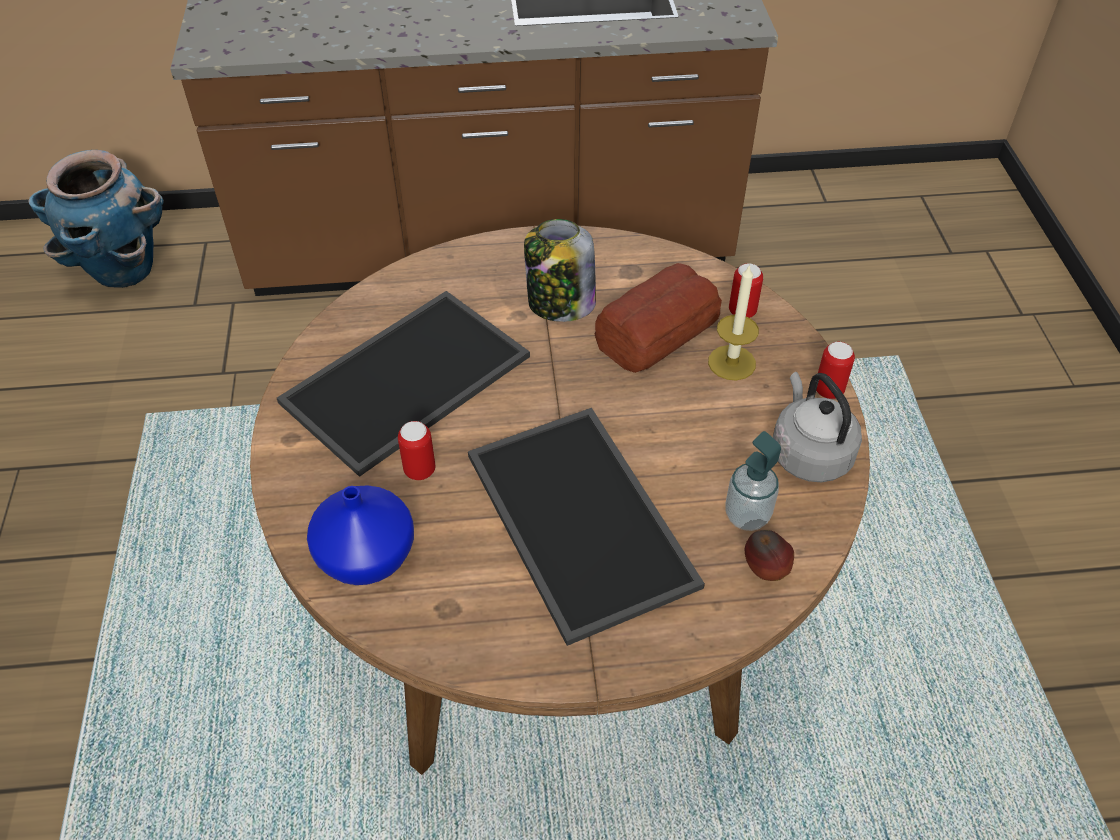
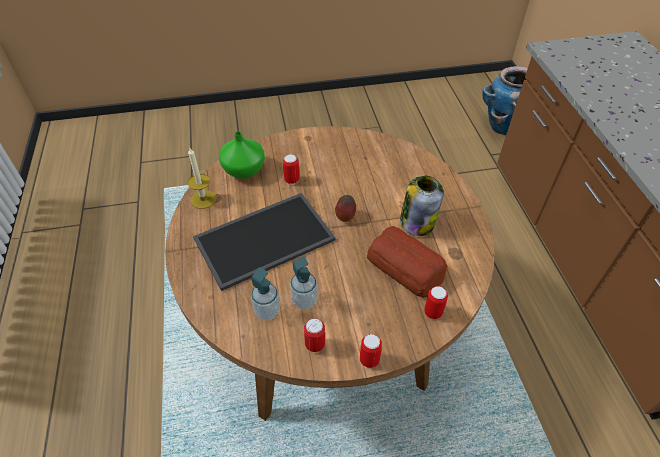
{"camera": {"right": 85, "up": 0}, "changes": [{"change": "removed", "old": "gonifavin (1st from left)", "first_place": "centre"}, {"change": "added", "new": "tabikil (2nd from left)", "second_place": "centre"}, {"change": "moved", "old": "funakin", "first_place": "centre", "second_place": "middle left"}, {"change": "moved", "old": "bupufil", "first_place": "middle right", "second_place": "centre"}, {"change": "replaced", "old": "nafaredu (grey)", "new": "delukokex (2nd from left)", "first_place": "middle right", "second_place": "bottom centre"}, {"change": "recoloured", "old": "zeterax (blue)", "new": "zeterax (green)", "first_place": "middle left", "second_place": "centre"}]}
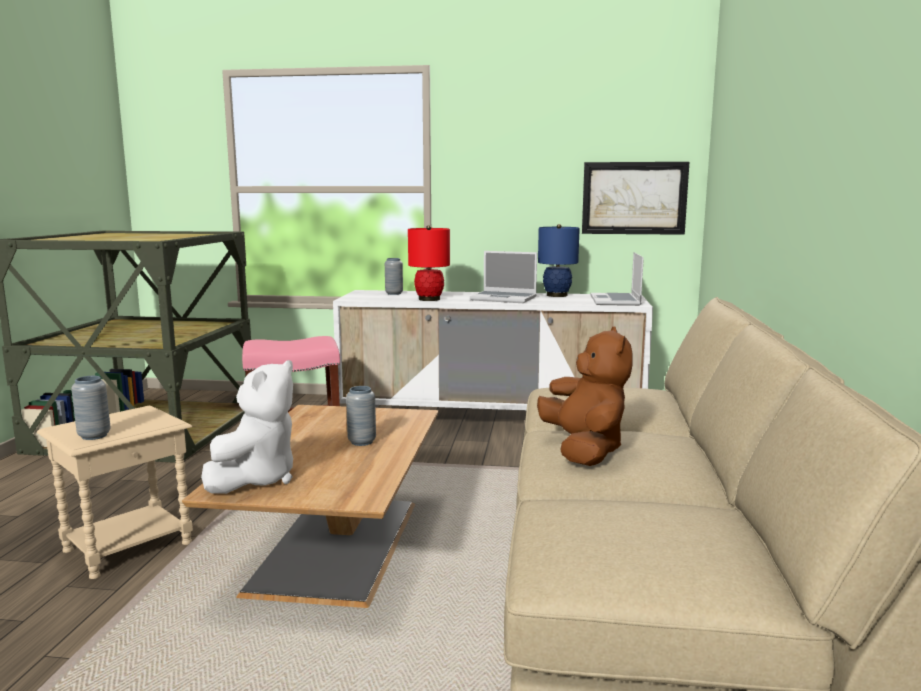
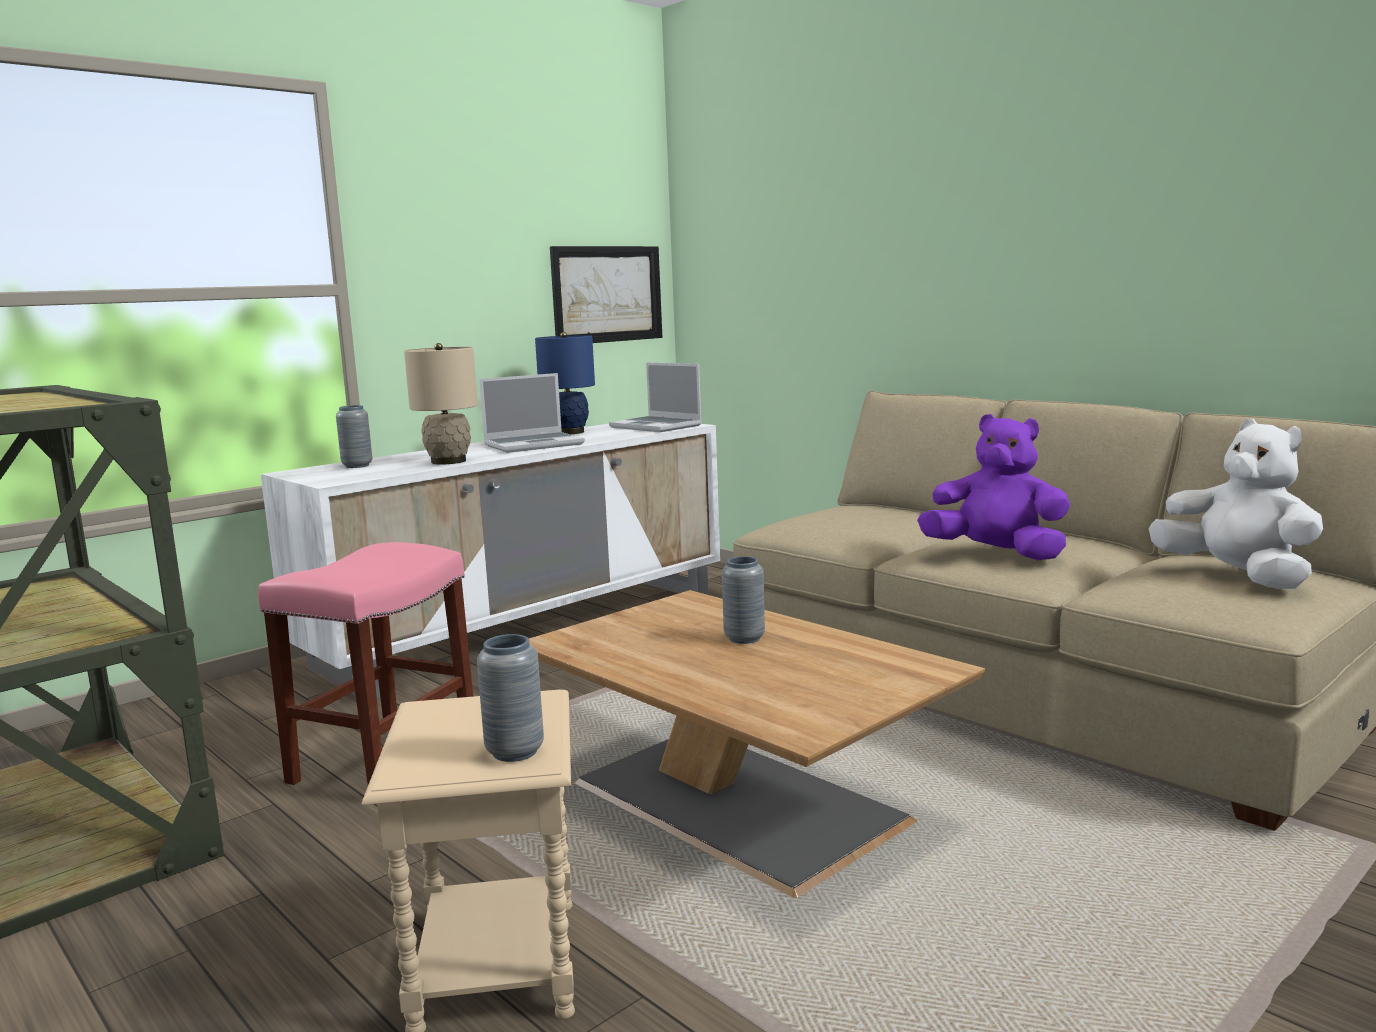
{"camera": {"right": -50, "up": 0}, "changes": [{"change": "moved", "old": "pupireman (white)", "first_place": "middle left", "second_place": "middle right"}, {"change": "recoloured", "old": "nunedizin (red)", "new": "nunedizin (beige)", "first_place": "centre", "second_place": "middle left"}, {"change": "recoloured", "old": "pupireman (brown)", "new": "pupireman (purple)", "first_place": "centre", "second_place": "middle right"}]}
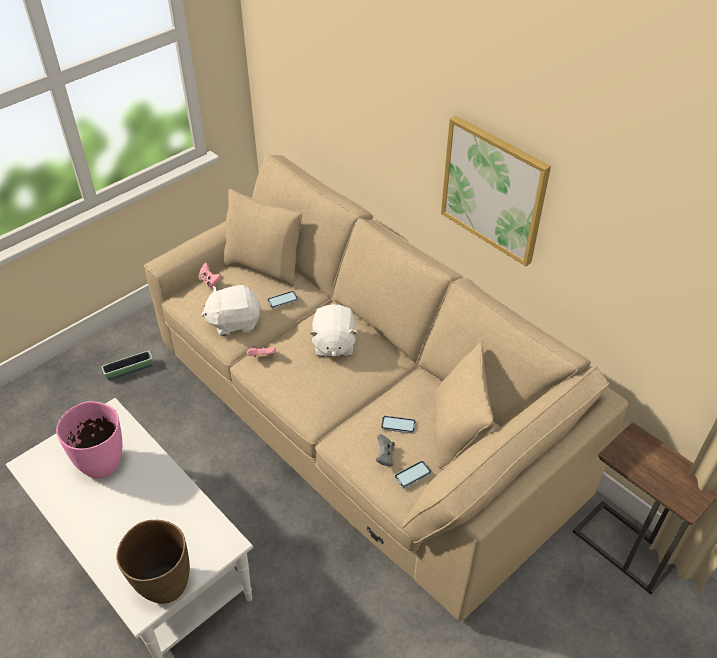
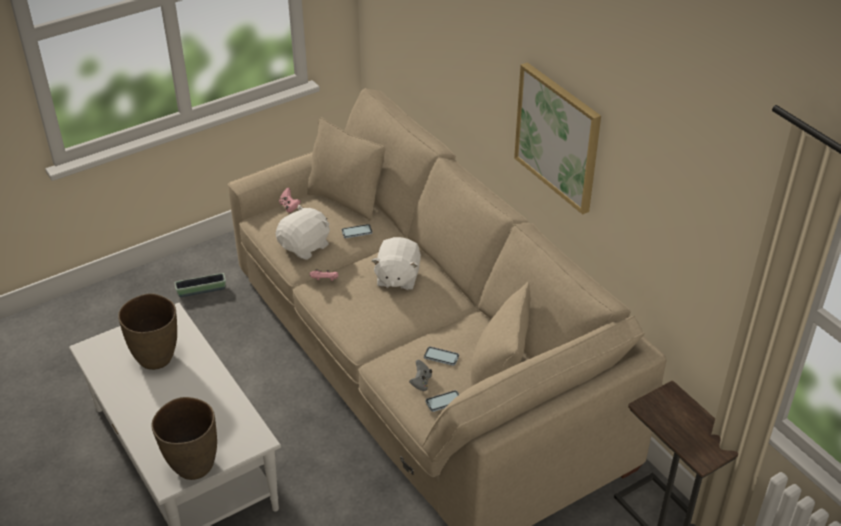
{"camera": {"right": 10, "up": -5}, "changes": [{"change": "recoloured", "old": "zeterax (pink)", "new": "zeterax (brown) (1st from left)", "first_place": "bottom left", "second_place": "middle left"}, {"change": "turned", "old": "pupireman (white) (1st from left)", "first_place": "middle left", "second_place": "centre", "degrees": 135}]}
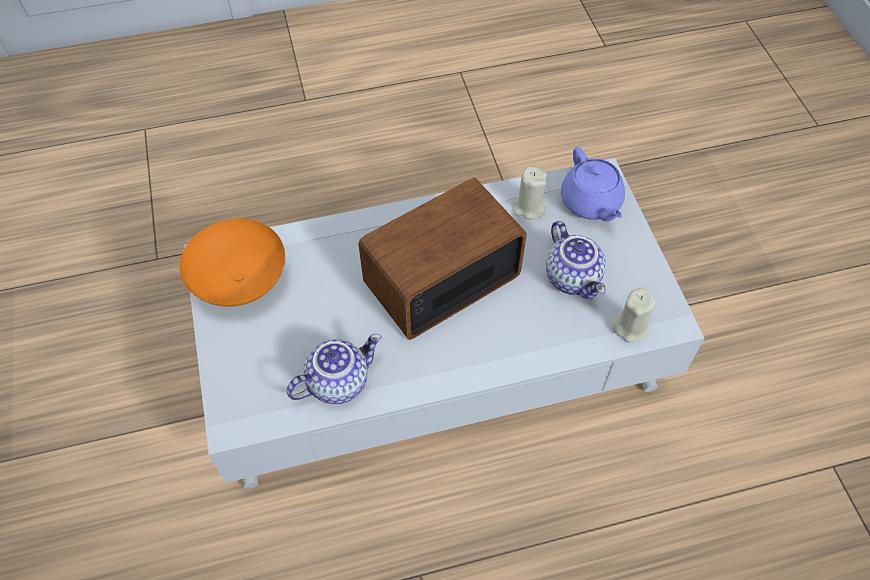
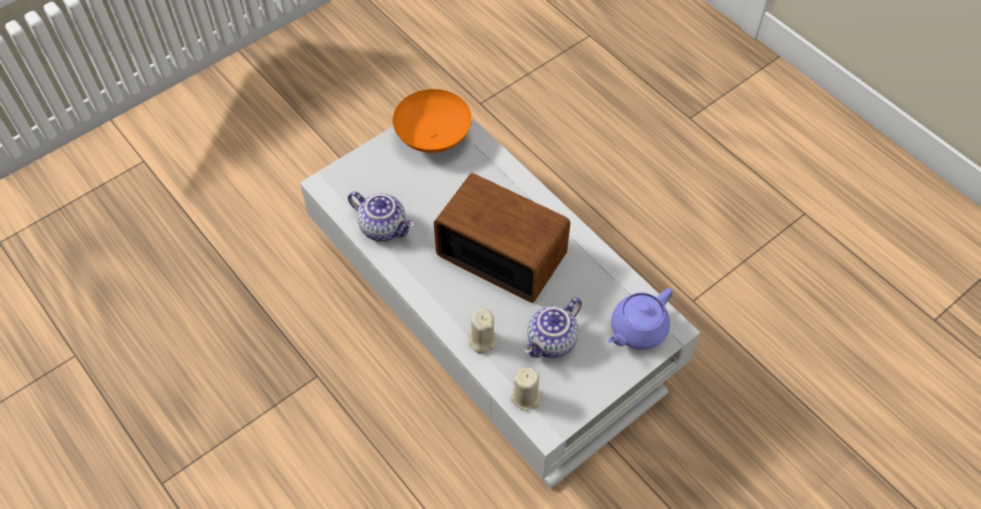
{"camera": {"right": 65, "up": 0}, "changes": [{"change": "moved", "old": "funakin (beige) (1st from left)", "first_place": "top centre", "second_place": "centre"}]}
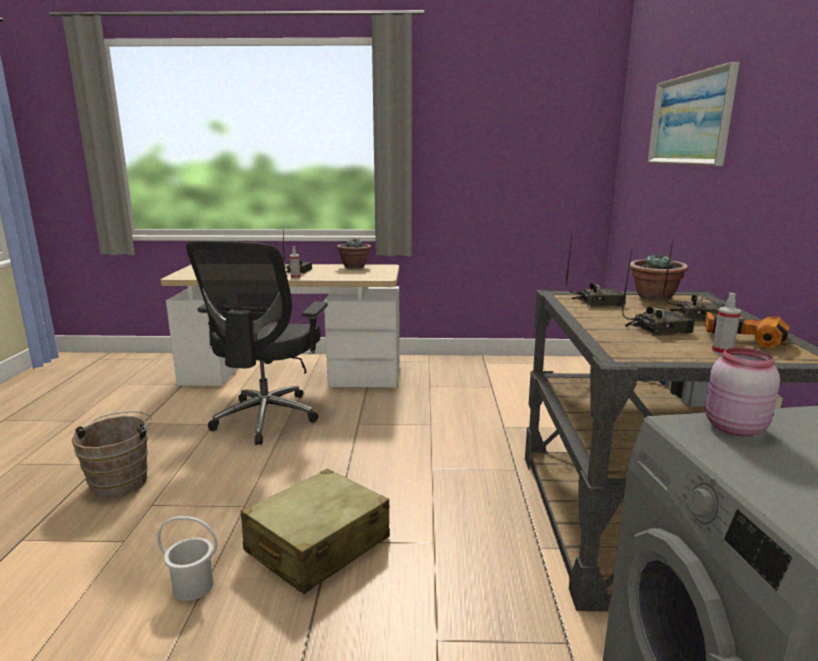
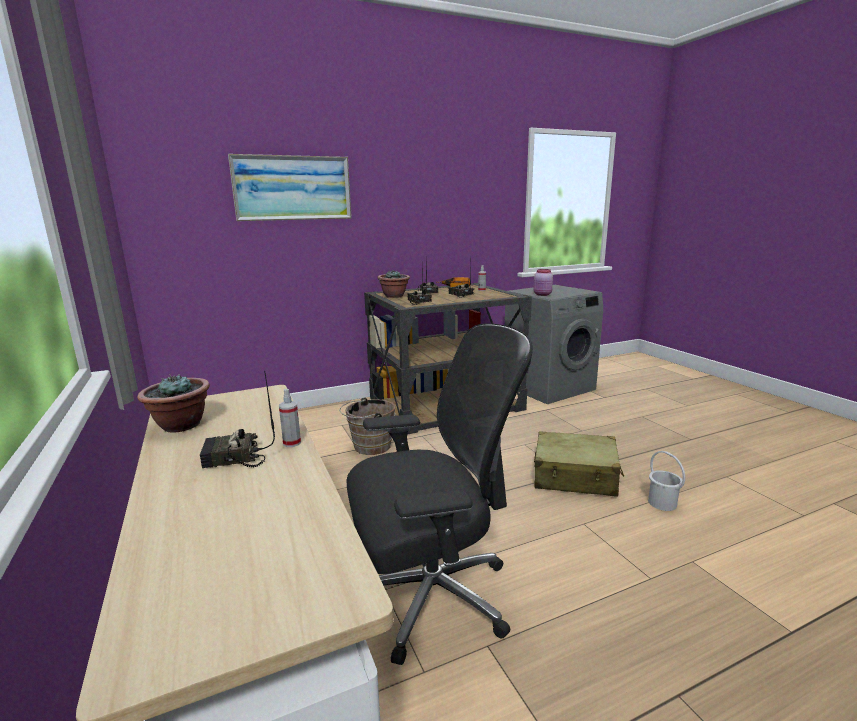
{"camera": {"right": -115, "up": 0}, "changes": [{"change": "moved", "old": "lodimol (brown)", "first_place": "bottom left", "second_place": "centre"}]}
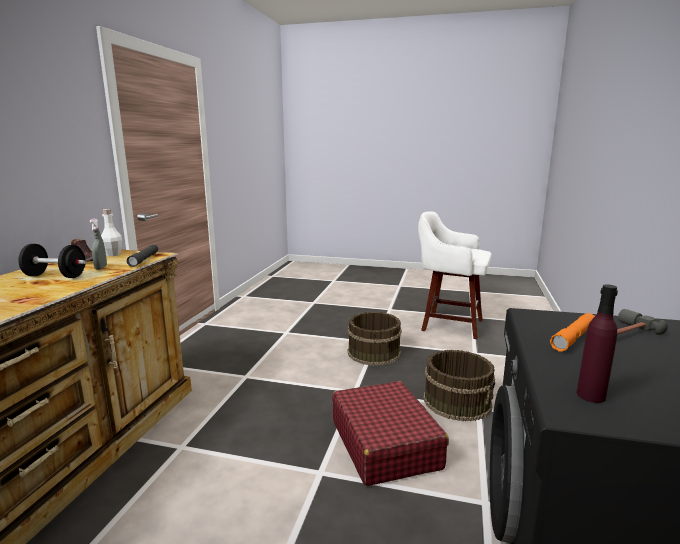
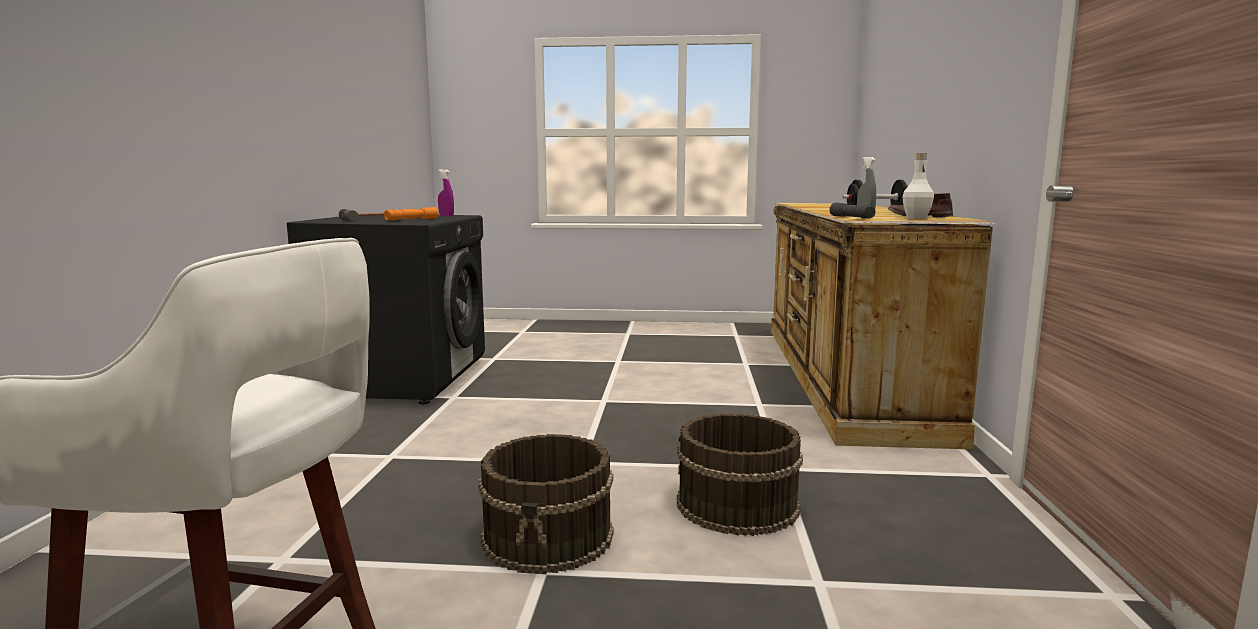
{"camera": {"right": 170, "up": -5}, "changes": [{"change": "removed", "old": "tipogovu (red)", "first_place": "bottom centre"}, {"change": "moved", "old": "lodimol (brown) (2nd from left)", "first_place": "bottom right", "second_place": "bottom centre"}, {"change": "replaced", "old": "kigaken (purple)", "new": "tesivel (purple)", "first_place": "middle right", "second_place": "top centre"}]}
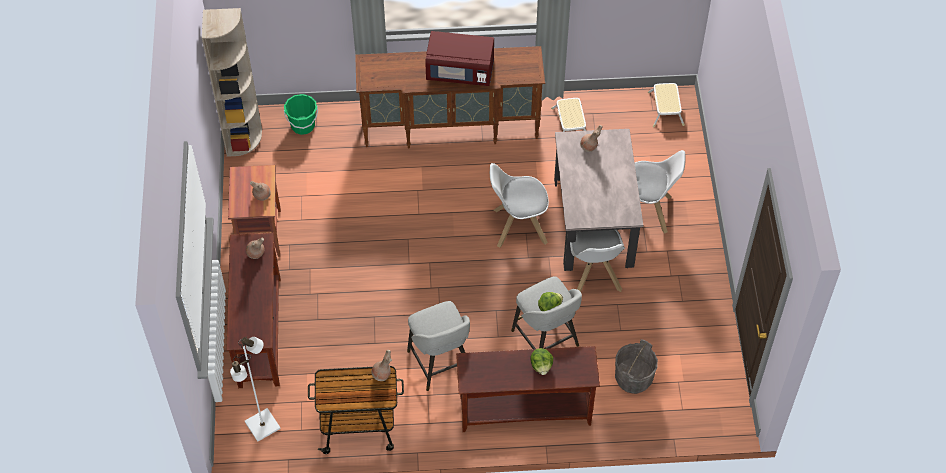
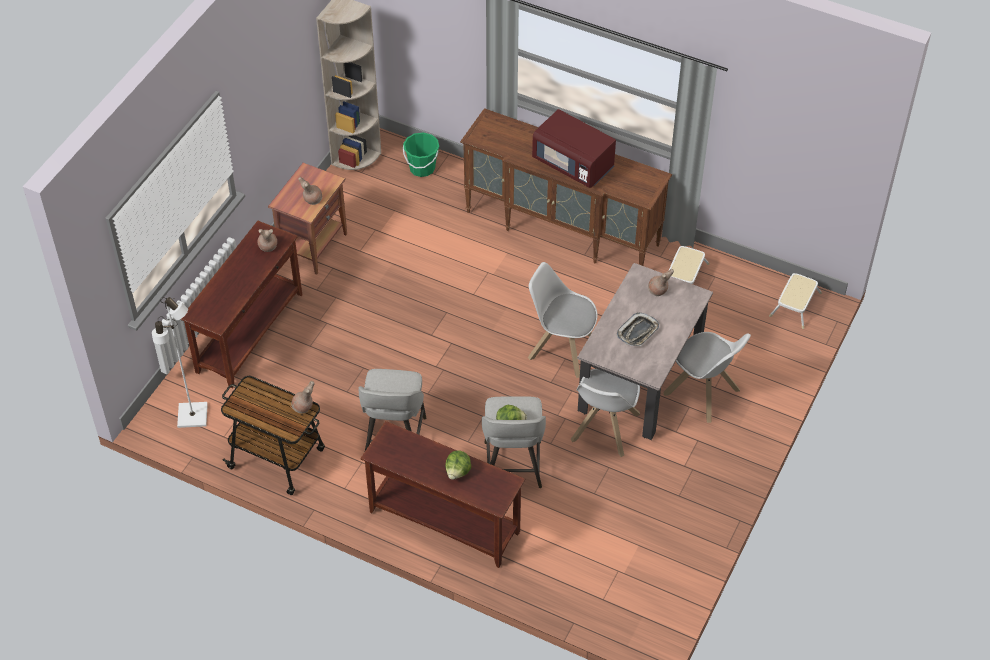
{"camera": {"right": 30, "up": -5}, "changes": [{"change": "removed", "old": "lodimol (grey)", "first_place": "bottom right"}, {"change": "added", "new": "gonifavin", "second_place": "centre"}]}
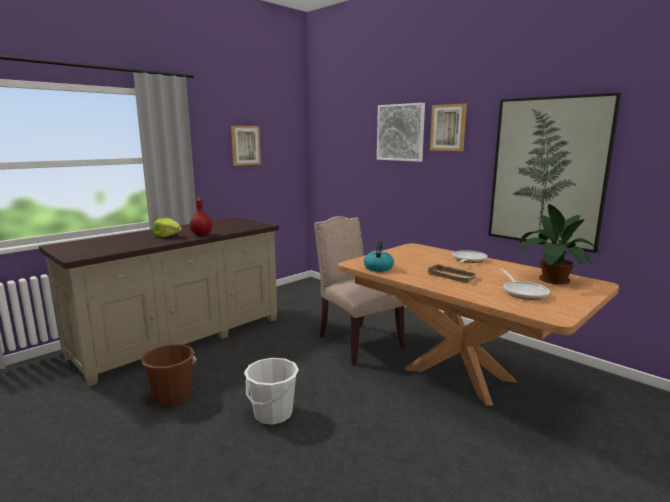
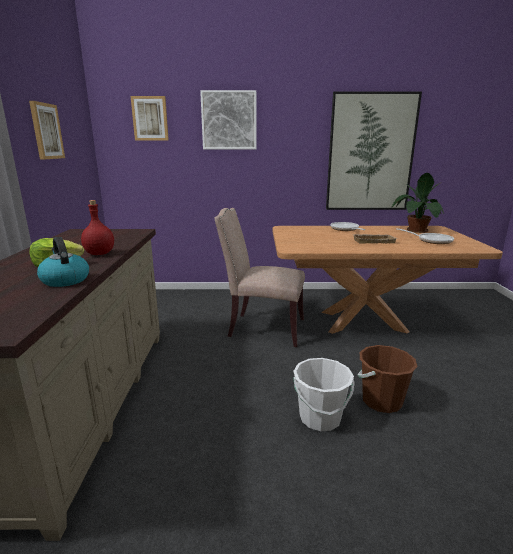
{"camera": {"right": -45, "up": 5}, "changes": [{"change": "moved", "old": "lodimol (brown)", "first_place": "bottom left", "second_place": "bottom right"}, {"change": "moved", "old": "nafaredu", "first_place": "centre", "second_place": "middle left"}, {"change": "moved", "old": "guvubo (3rd from left in the first image)", "new": "guvubo (2nd from left)", "first_place": "top right", "second_place": "top left"}]}
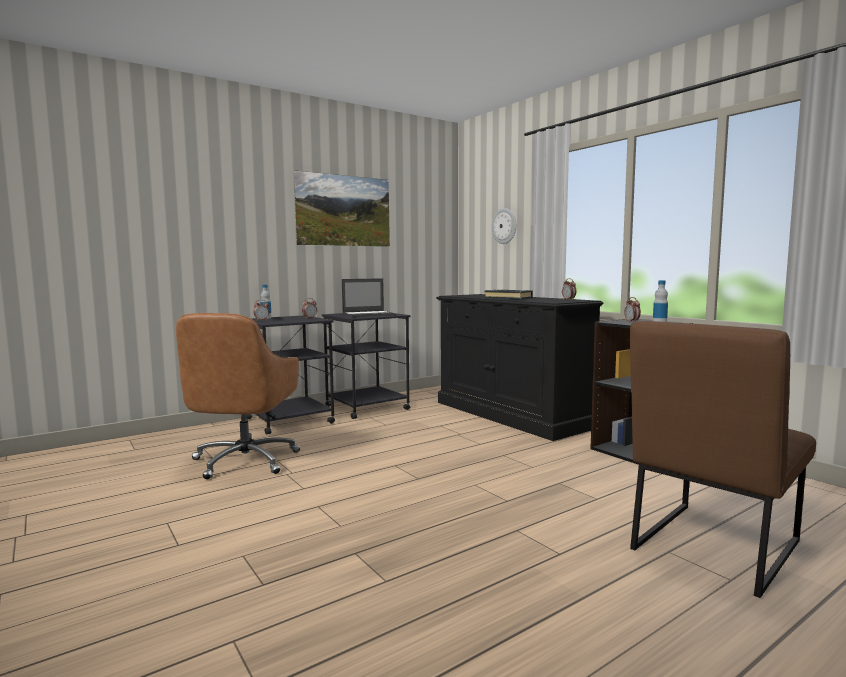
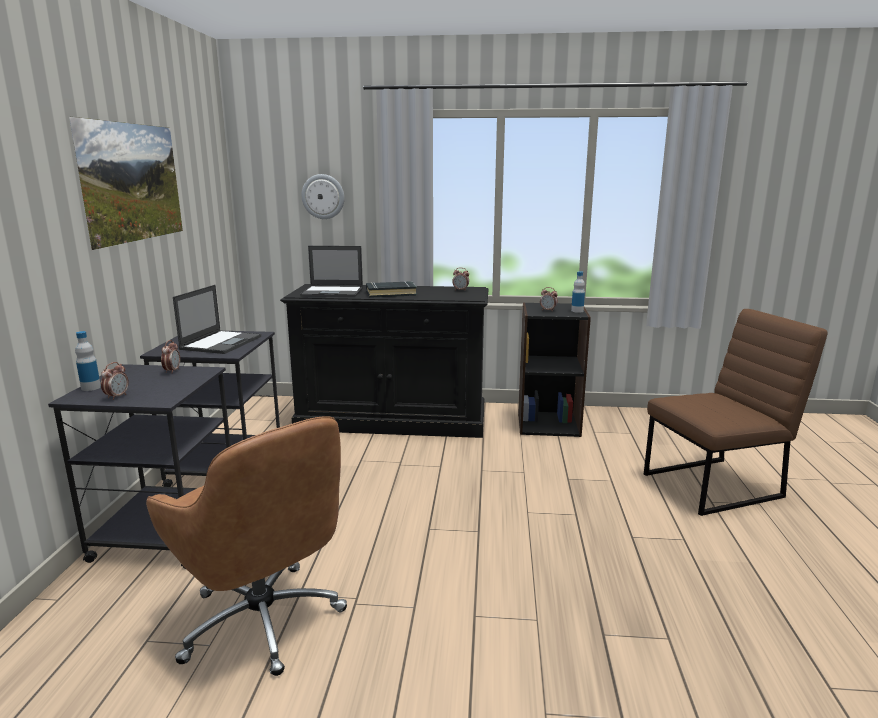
{"camera": {"right": -50, "up": 10}, "changes": [{"change": "added", "new": "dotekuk (2nd from left)", "second_place": "centre"}, {"change": "turned", "old": "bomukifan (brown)", "first_place": "bottom right", "second_place": "middle right", "degrees": -105}]}
